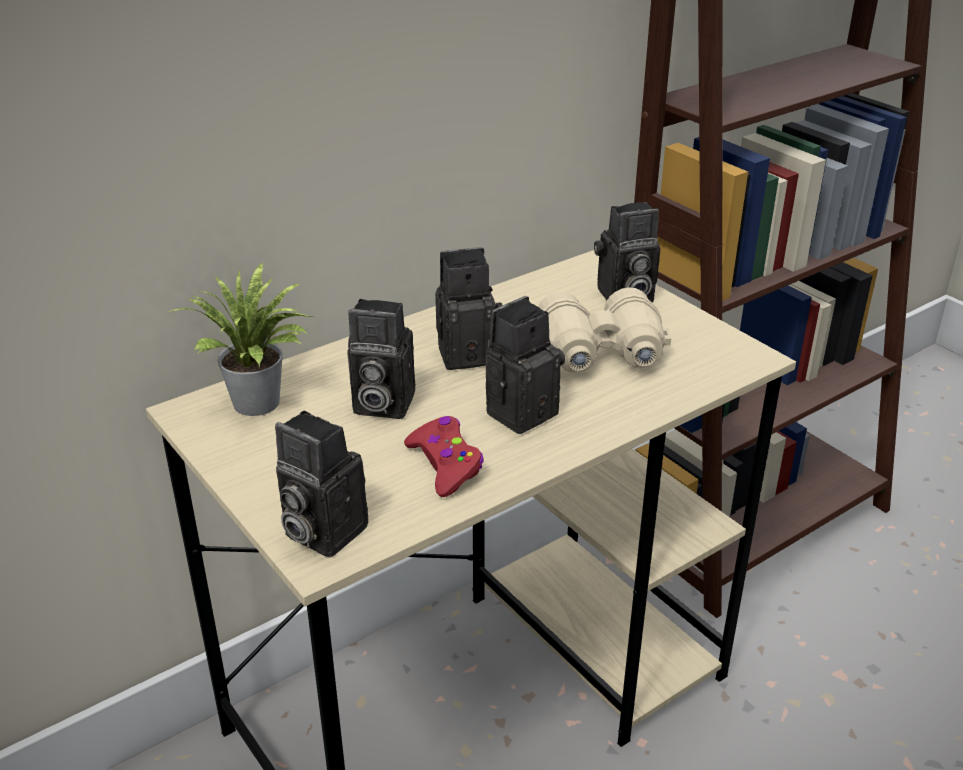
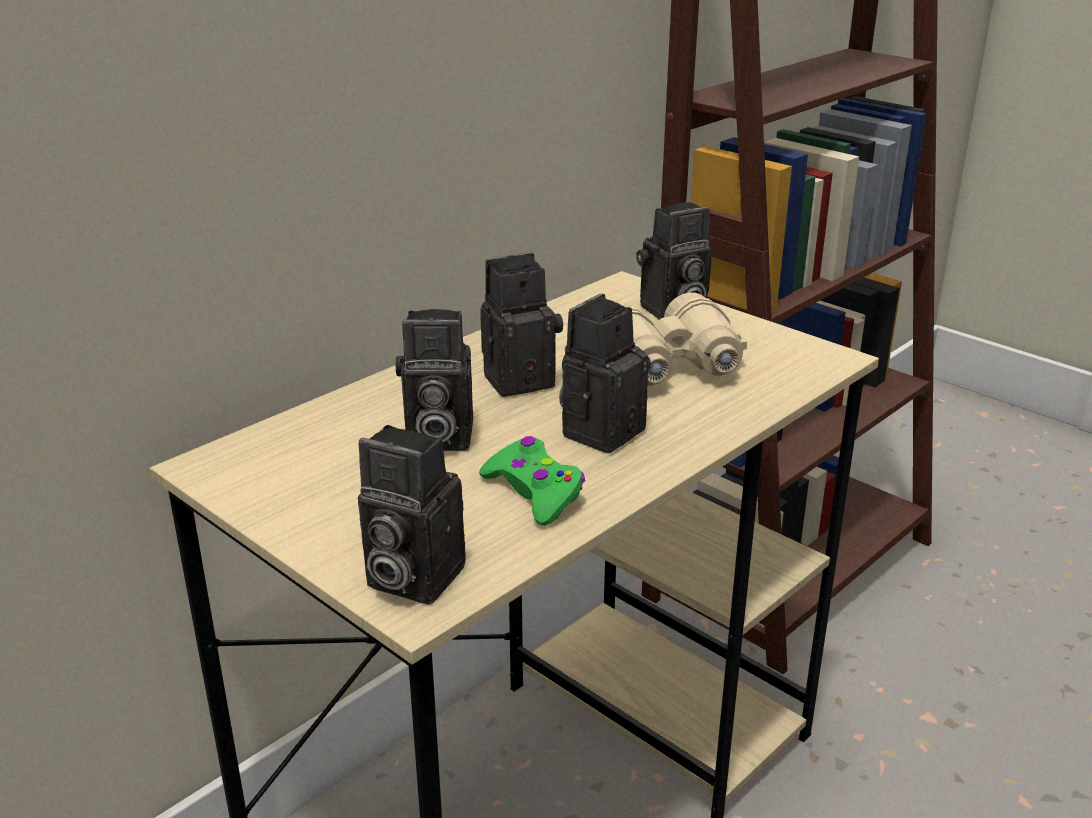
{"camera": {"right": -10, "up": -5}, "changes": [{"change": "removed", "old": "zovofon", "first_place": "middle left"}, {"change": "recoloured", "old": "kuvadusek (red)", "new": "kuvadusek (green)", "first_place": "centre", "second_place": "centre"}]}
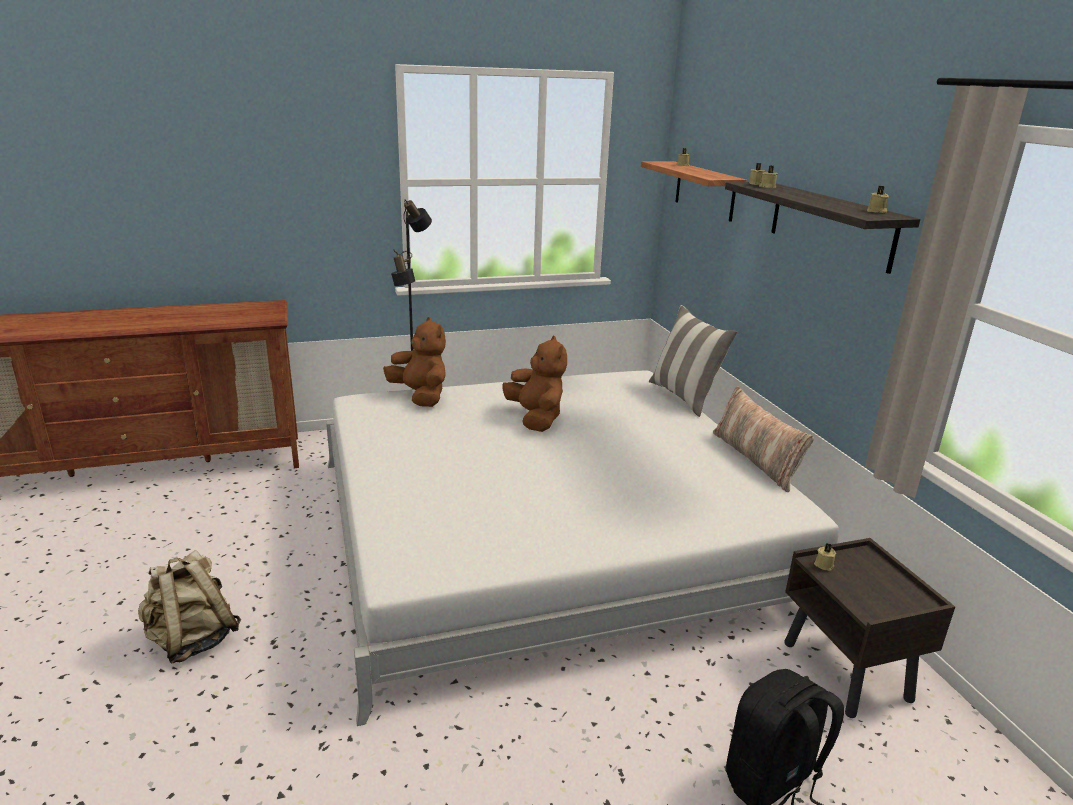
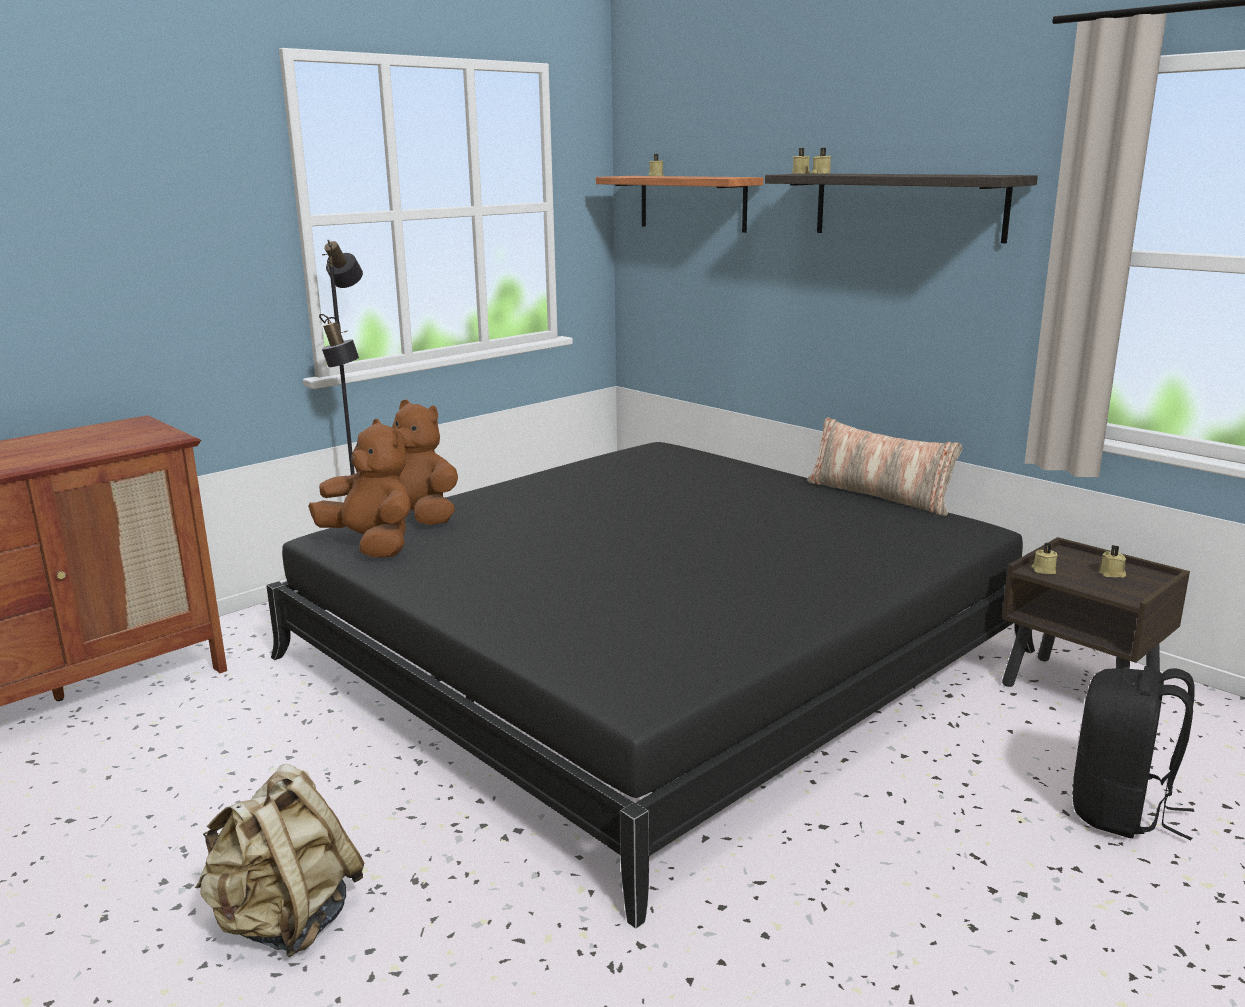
{"camera": {"right": -25, "up": -5}, "changes": [{"change": "removed", "old": "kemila (1st from left)", "first_place": "centre"}, {"change": "moved", "old": "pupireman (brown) (2nd from left in the first image)", "new": "pupireman (brown) (1st from left)", "first_place": "centre", "second_place": "middle left"}, {"change": "moved", "old": "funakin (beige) (5th from left)", "first_place": "top right", "second_place": "middle right"}, {"change": "recoloured", "old": "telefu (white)", "new": "telefu (black)", "first_place": "bottom centre", "second_place": "bottom centre"}]}
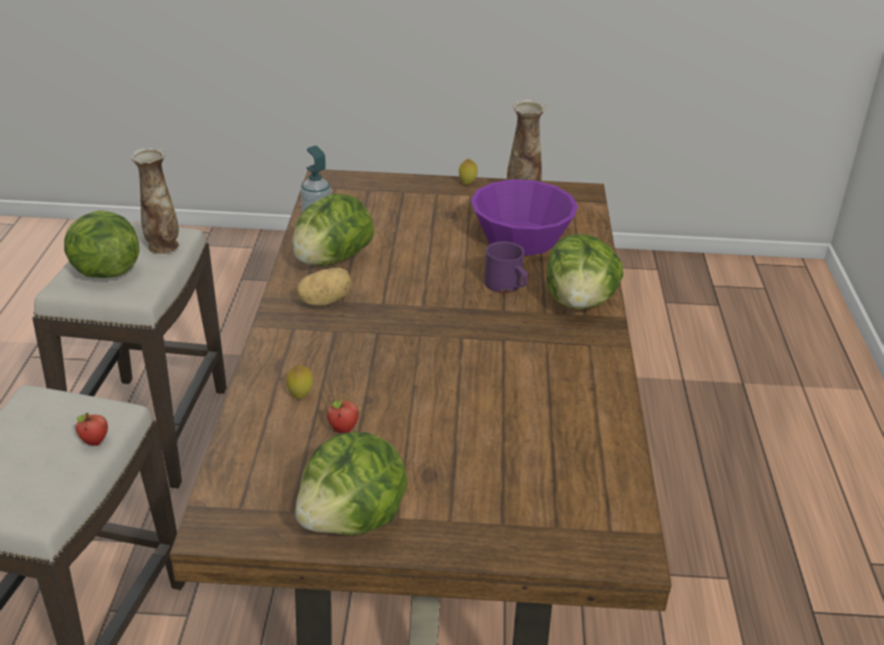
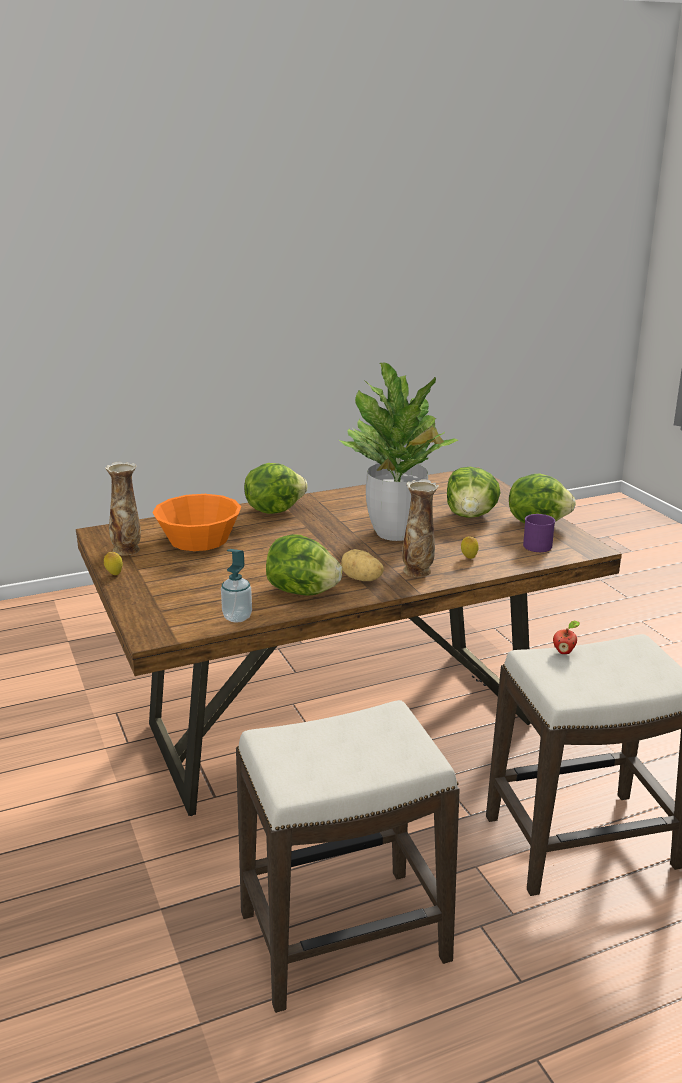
{"camera": {"right": -115, "up": -10}, "changes": [{"change": "removed", "old": "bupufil (2nd from left)", "first_place": "centre"}, {"change": "added", "new": "zovofon", "second_place": "centre"}, {"change": "moved", "old": "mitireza (1st from left in the first image)", "new": "mitireza (3rd from left)", "first_place": "middle left", "second_place": "middle right"}, {"change": "moved", "old": "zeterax (1st from left in the first image)", "new": "zeterax (2nd from left)", "first_place": "top left", "second_place": "centre"}, {"change": "moved", "old": "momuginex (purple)", "first_place": "centre", "second_place": "middle right"}, {"change": "recoloured", "old": "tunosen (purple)", "new": "tunosen (orange)", "first_place": "centre", "second_place": "middle left"}]}
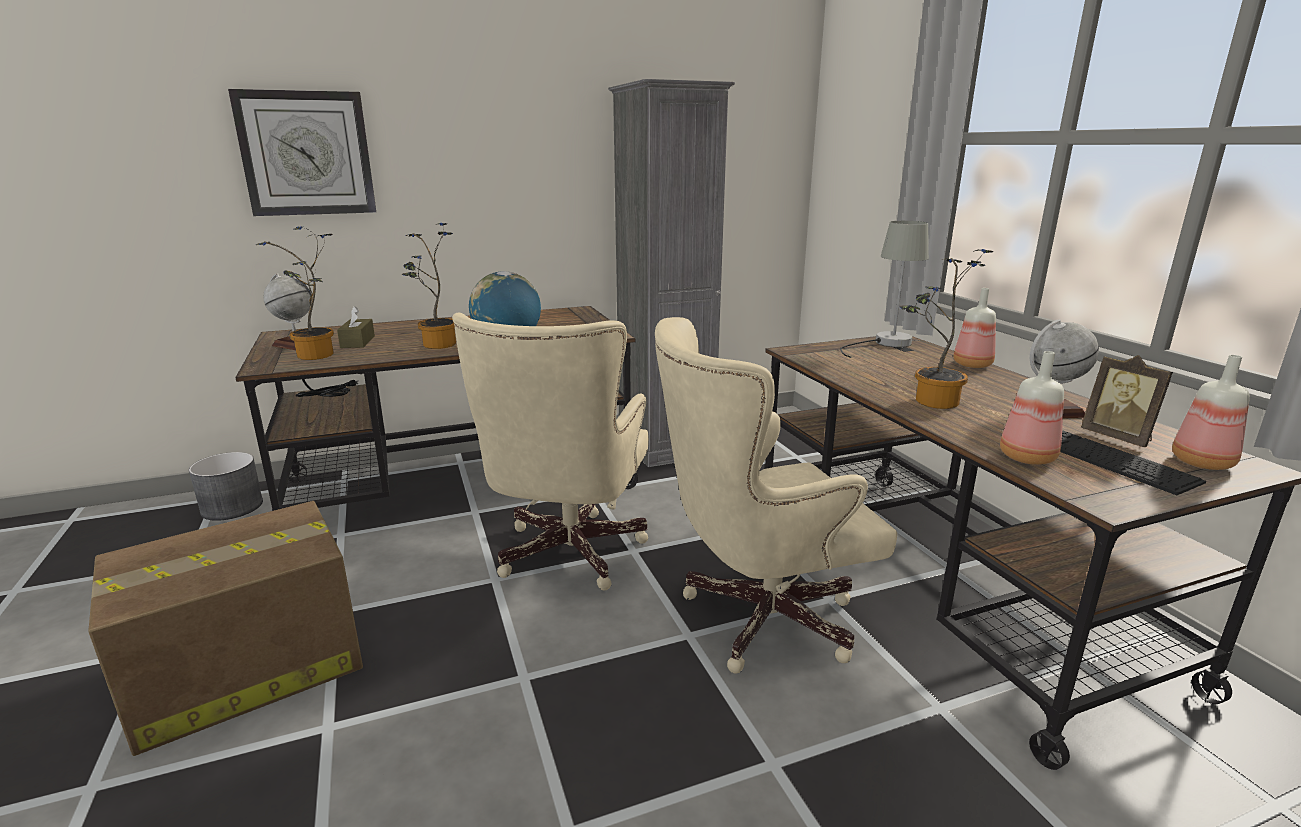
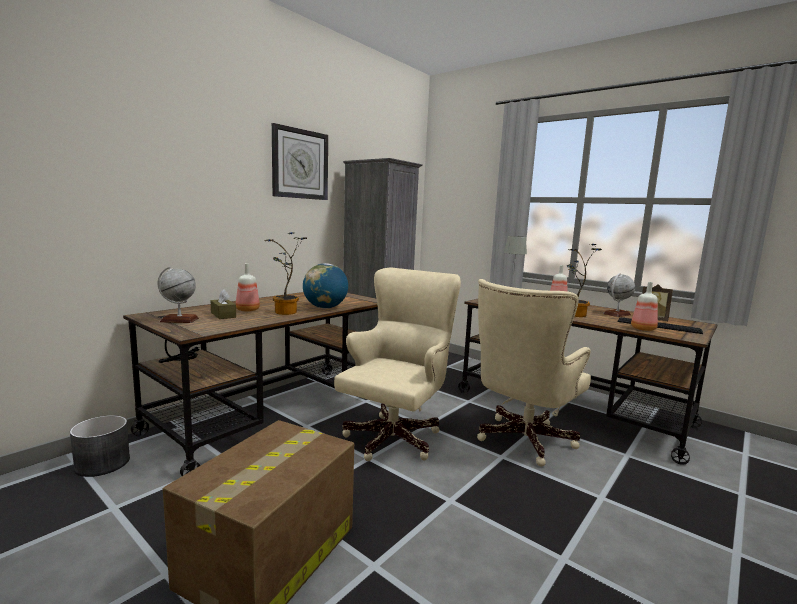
{"camera": {"right": -30, "up": -10}, "changes": [{"change": "removed", "old": "zovofon (1st from left)", "first_place": "middle left"}, {"change": "moved", "old": "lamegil", "first_place": "top left", "second_place": "top centre"}, {"change": "moved", "old": "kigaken (3rd from left in the first image)", "new": "kigaken (1st from left)", "first_place": "middle right", "second_place": "middle left"}, {"change": "turned", "old": "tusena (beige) (1st from left)", "first_place": "centre", "second_place": "centre", "degrees": -135}]}
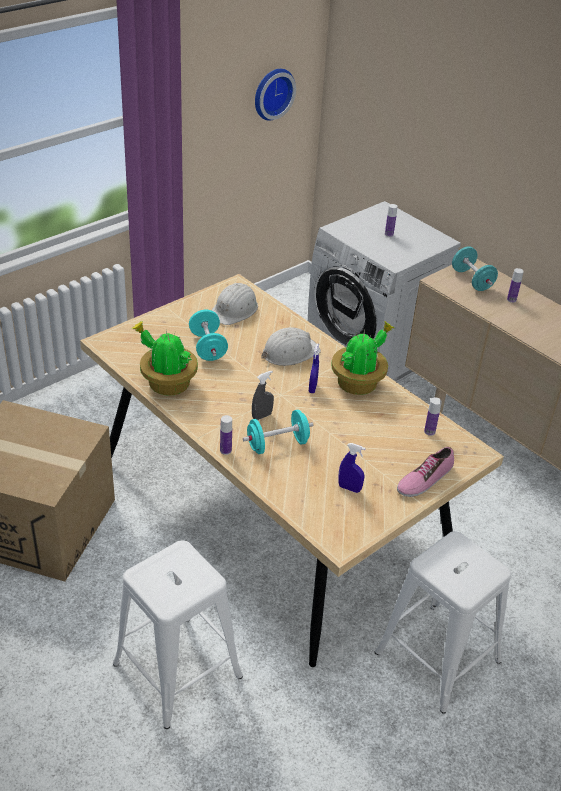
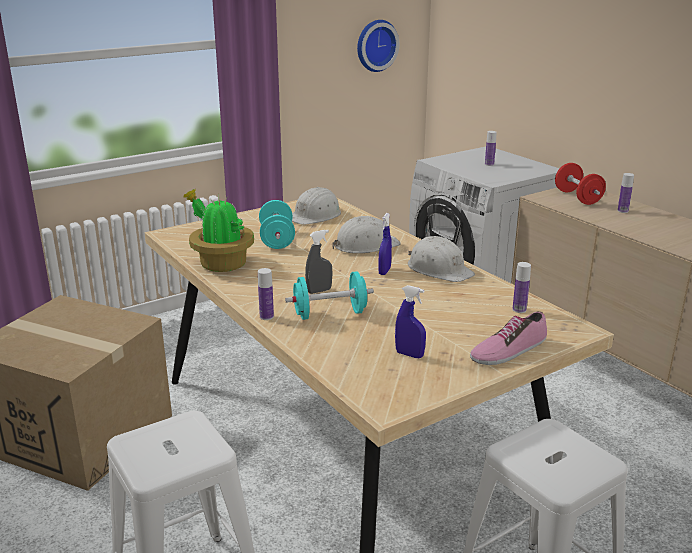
{"camera": {"right": 10, "up": -15}, "changes": [{"change": "replaced", "old": "zovofon (2nd from left)", "new": "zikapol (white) (3rd from left)", "first_place": "centre", "second_place": "centre"}, {"change": "recoloured", "old": "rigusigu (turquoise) (3rd from left)", "new": "rigusigu (red)", "first_place": "middle right", "second_place": "top right"}]}
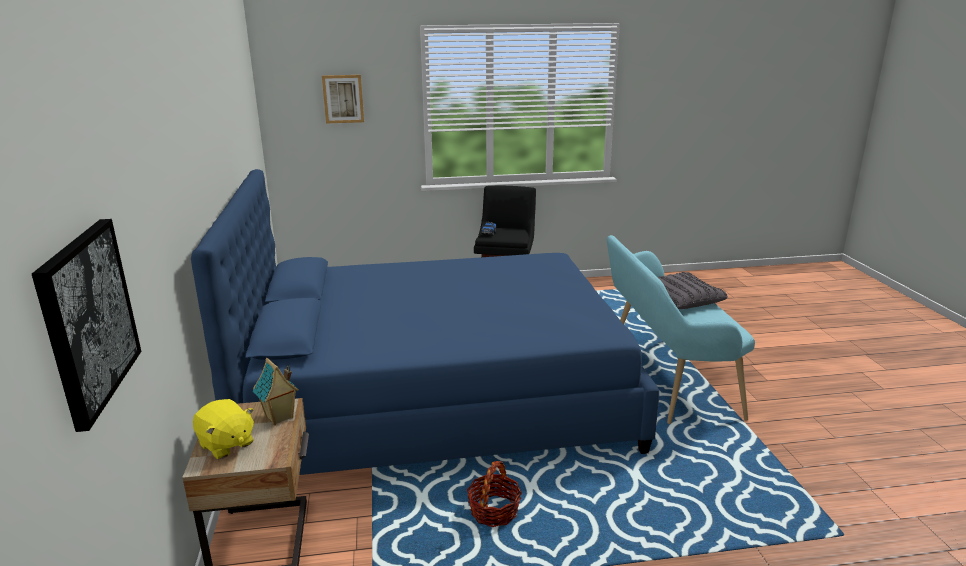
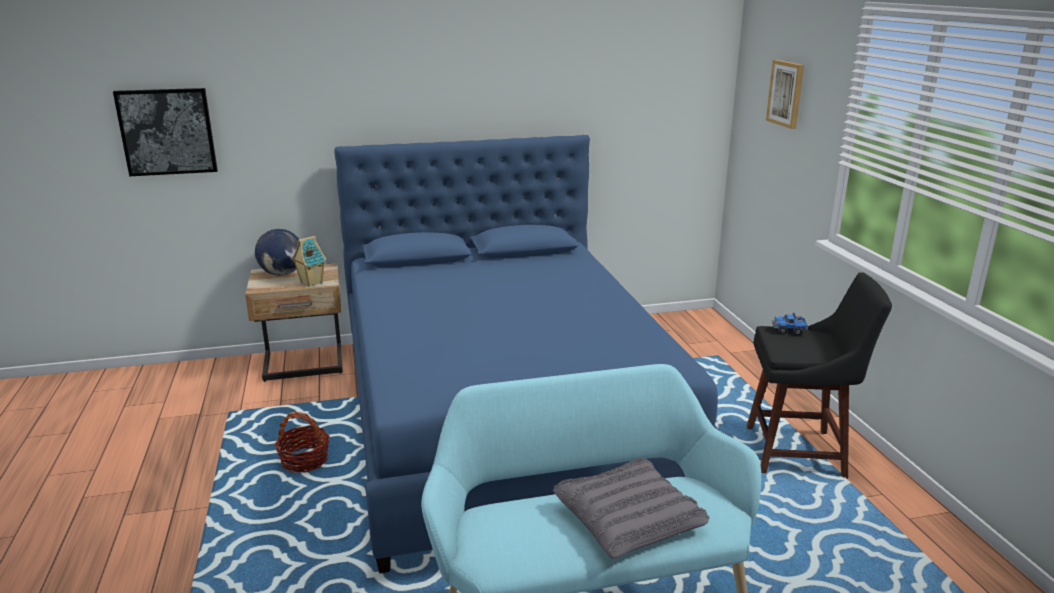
{"camera": {"right": 85, "up": 0}, "changes": [{"change": "replaced", "old": "pupireman (yellow)", "new": "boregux", "first_place": "bottom left", "second_place": "middle left"}]}
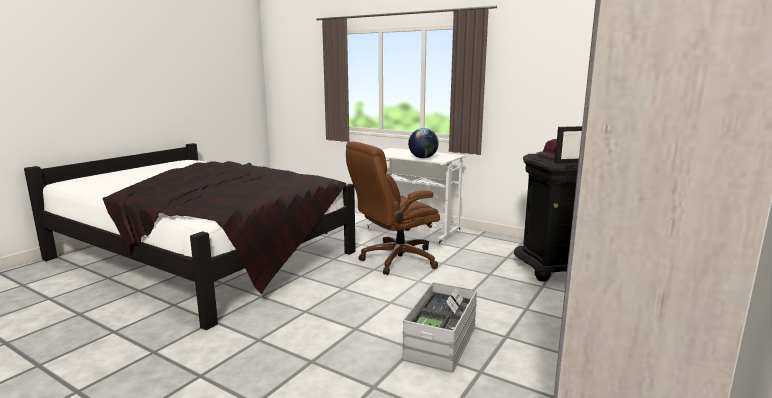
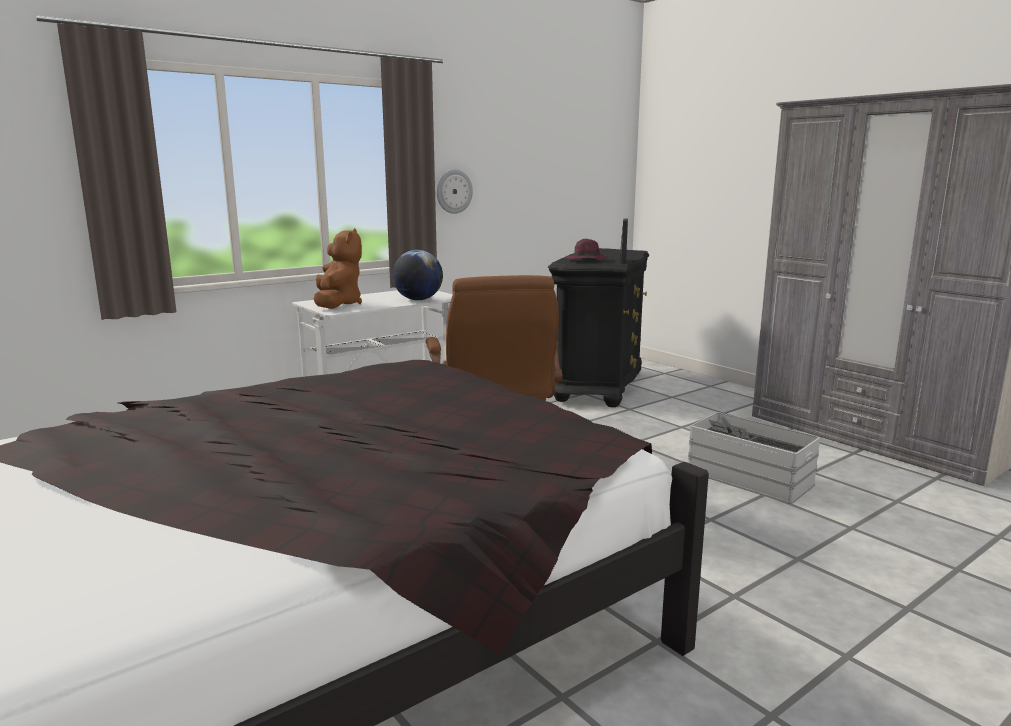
{"camera": {"right": -70, "up": 0}, "changes": [{"change": "added", "new": "pupireman (brown)", "second_place": "centre"}, {"change": "added", "new": "lamegil", "second_place": "top centre"}]}
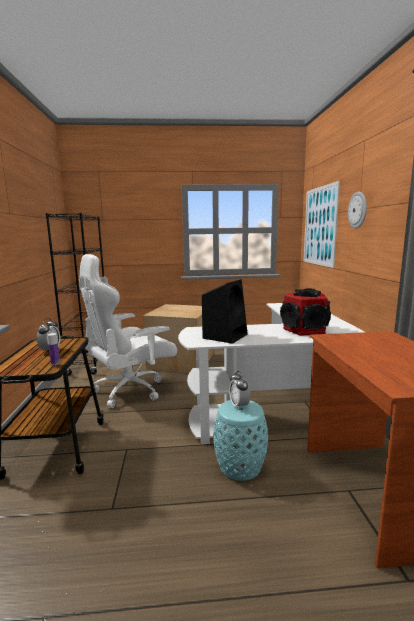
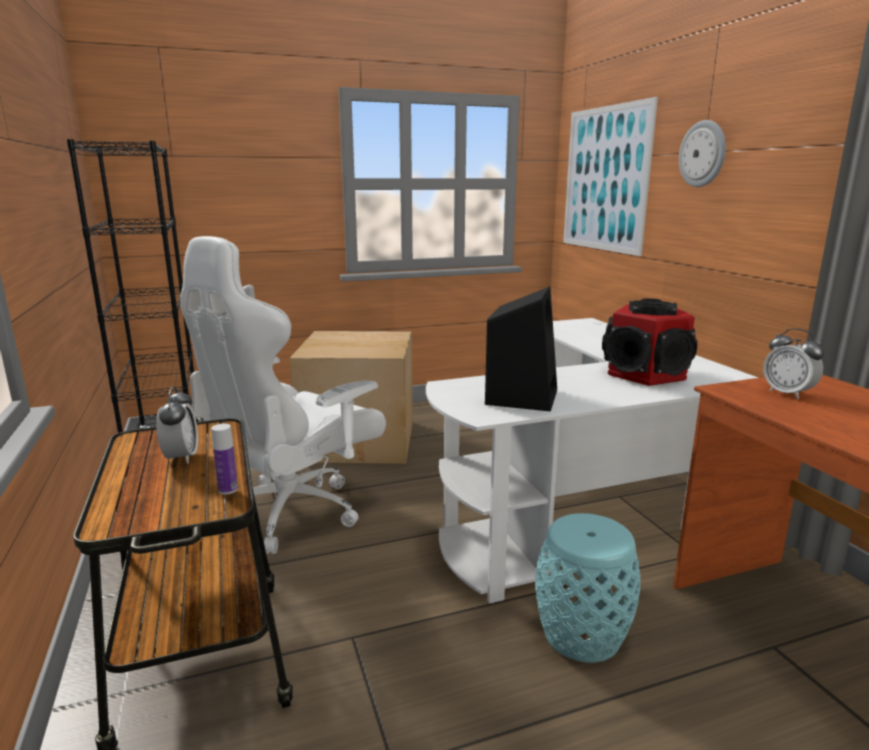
{"camera": {"right": -15, "up": 5}, "changes": [{"change": "moved", "old": "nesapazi (2nd from left)", "first_place": "centre", "second_place": "middle right"}]}
